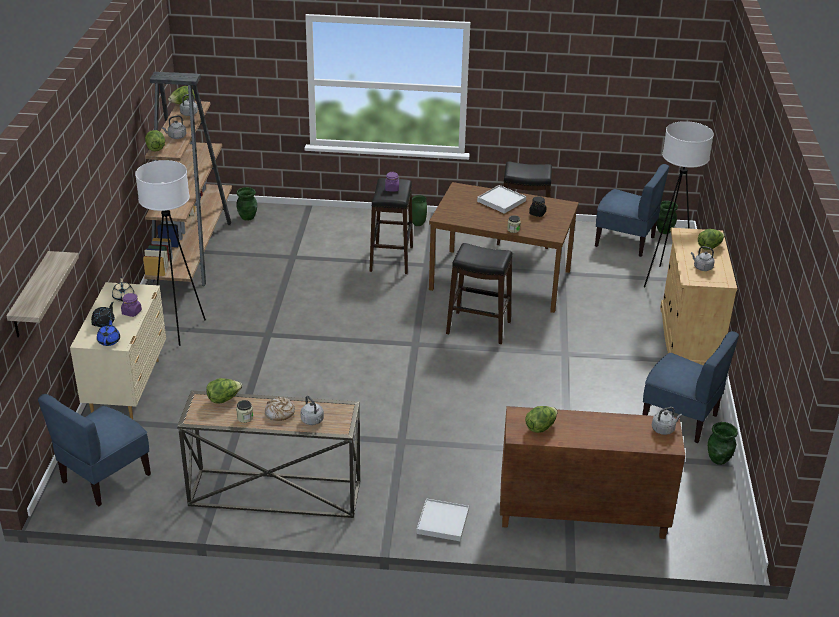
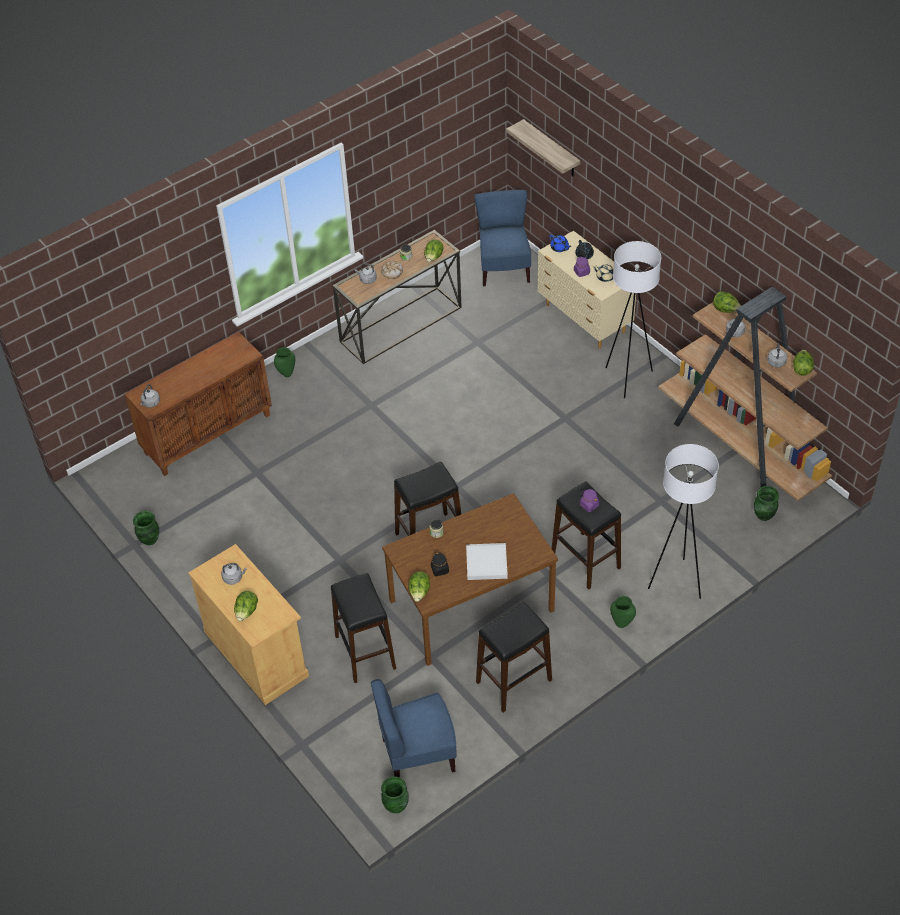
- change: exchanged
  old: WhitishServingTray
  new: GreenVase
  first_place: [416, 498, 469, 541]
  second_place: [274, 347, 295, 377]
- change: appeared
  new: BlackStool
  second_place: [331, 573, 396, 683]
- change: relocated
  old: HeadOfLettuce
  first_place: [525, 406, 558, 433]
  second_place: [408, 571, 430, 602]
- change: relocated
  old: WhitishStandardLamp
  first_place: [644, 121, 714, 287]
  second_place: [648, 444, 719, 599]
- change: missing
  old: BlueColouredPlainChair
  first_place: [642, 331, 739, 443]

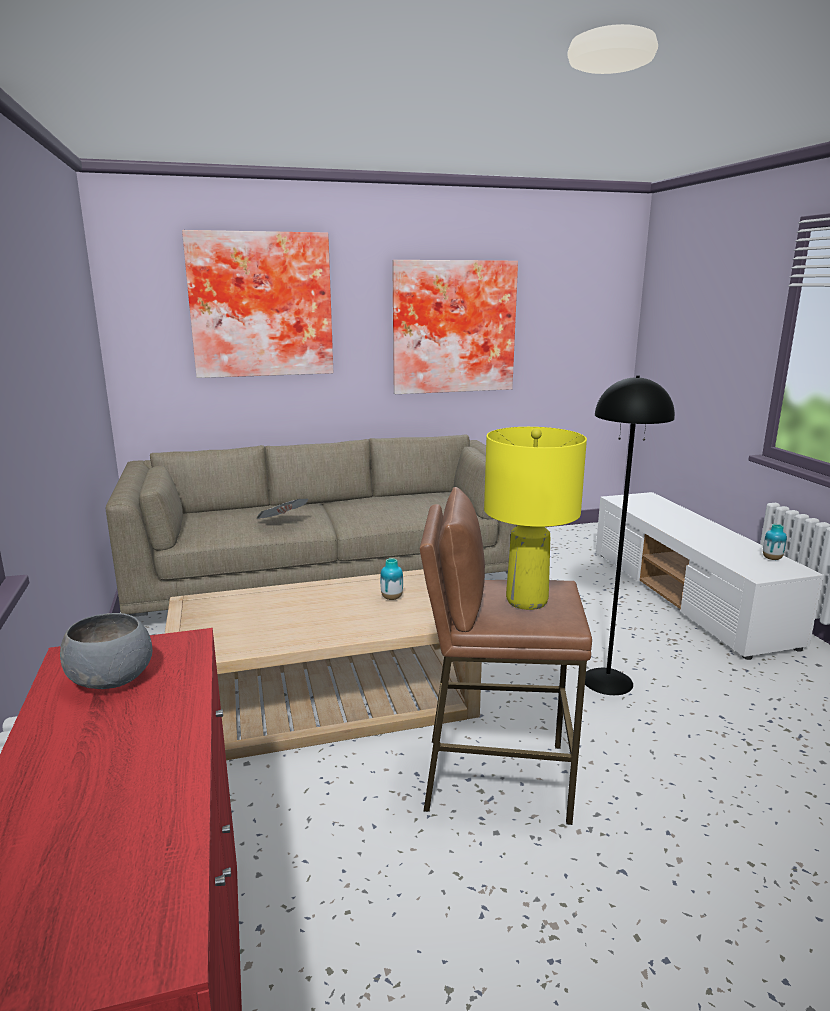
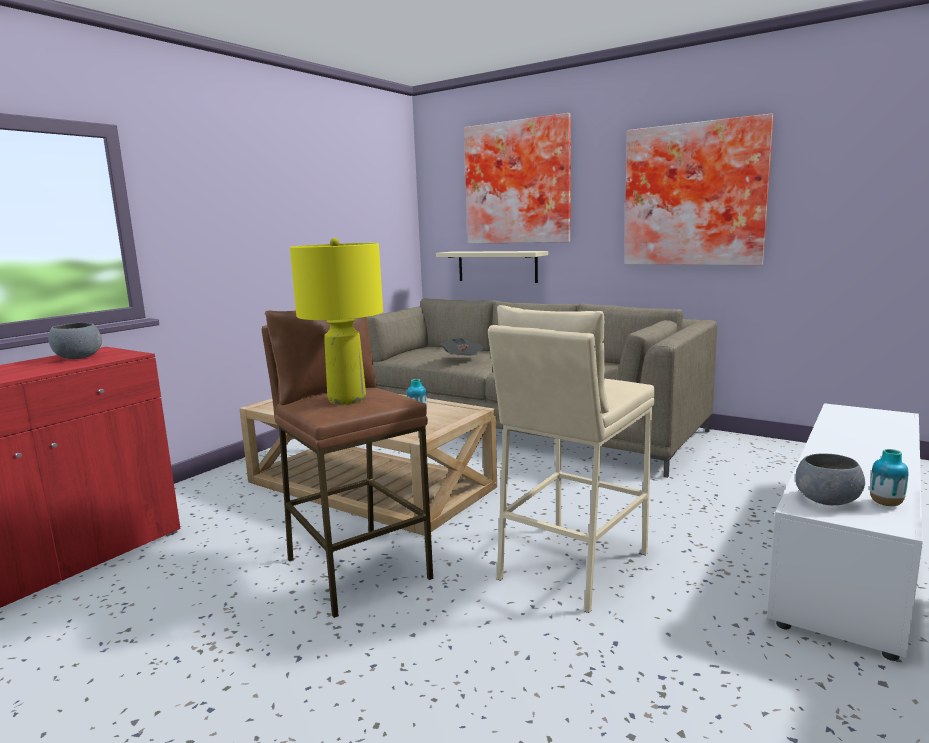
- change: appeared
  new: BeigeBracketShelf
  second_place: [436, 251, 548, 283]
- change: exchanged
  old: BlackStandardLamp
  new: BeigeStool
  first_place: [585, 375, 675, 695]
  second_place: [488, 305, 655, 613]
- change: appeared
  new: GreyishBowl
  second_place: [795, 453, 865, 505]

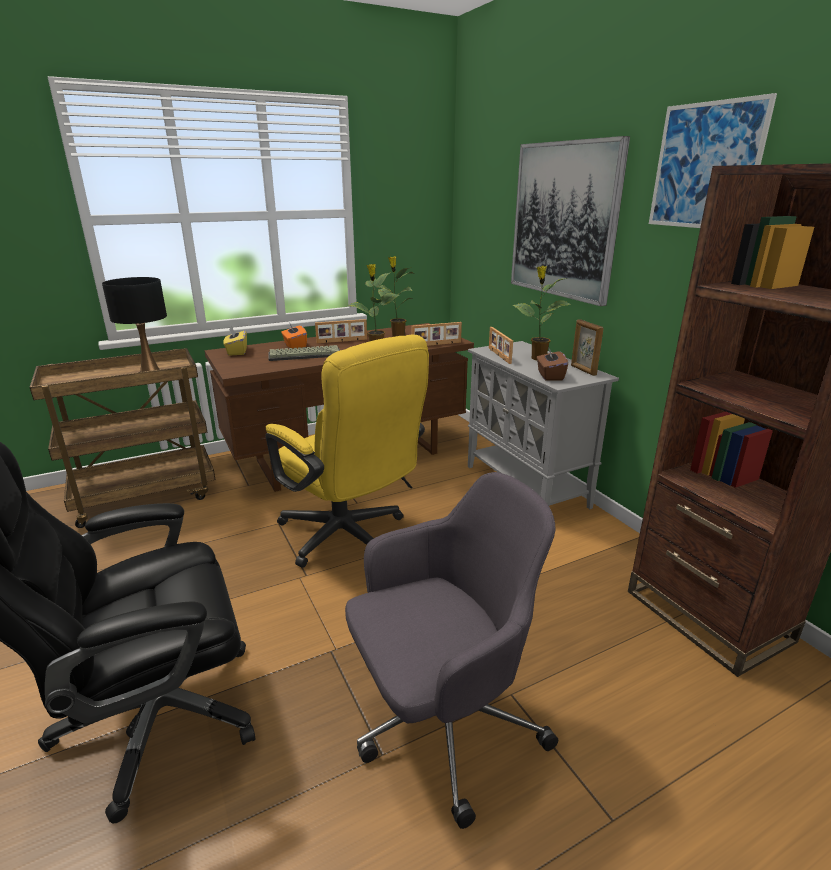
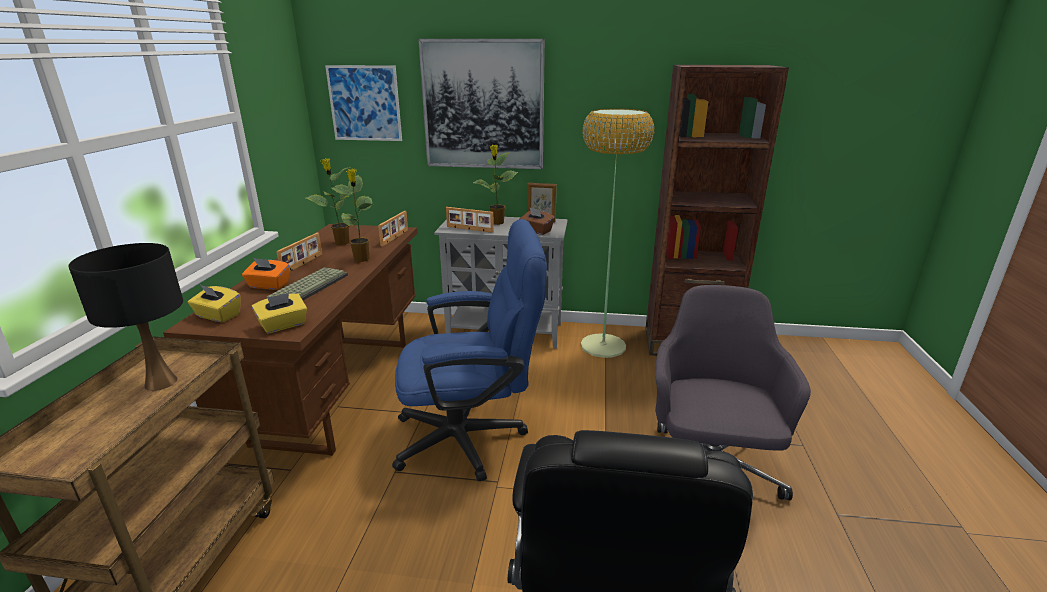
- change: appeared
  new: YellowBoxOfTissues
  second_place: [252, 293, 307, 333]
- change: relocated
  old: Picture
  first_place: [649, 93, 777, 228]
  second_place: [325, 65, 402, 141]
- change: colour
  old: YellowOfficeChair
  new: BlueColouredOfficeChair
  first_place: [266, 335, 429, 567]
  second_place: [392, 219, 547, 482]
- change: appeared
  new: StandardLamp
  second_place: [581, 108, 655, 358]

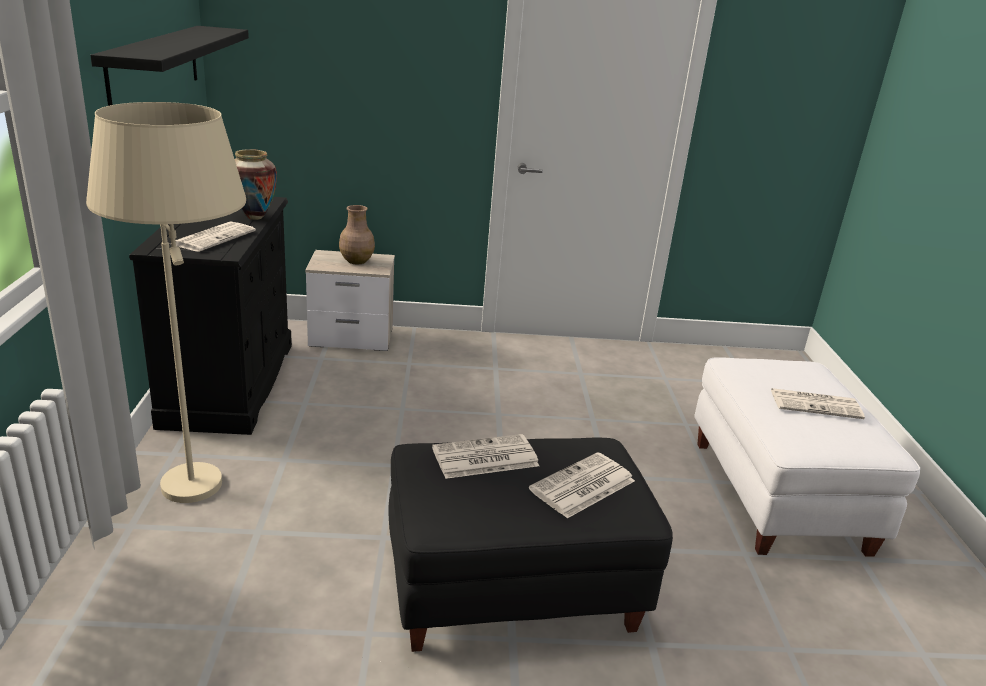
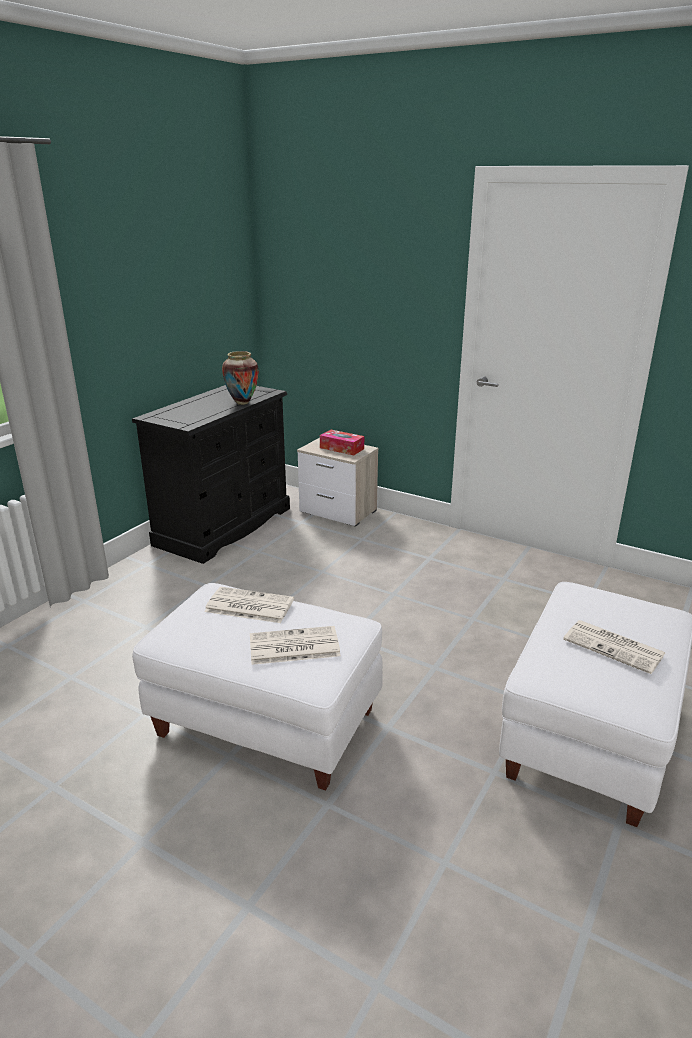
- change: colour
  old: BlackPouffe
  new: WhitishPouffe
  first_place: [388, 438, 673, 652]
  second_place: [132, 583, 383, 791]
- change: exchanged
  old: BrownColouredVase
  new: BoxOfTissues
  first_place: [339, 205, 375, 265]
  second_place: [320, 430, 364, 455]
- change: missing
  old: BeigeStandardLamp
  first_place: [86, 102, 246, 503]
- change: missing
  old: BlackBracketShelf
  first_place: [90, 26, 249, 106]
- change: missing
  old: PrintedPaper
  first_place: [176, 221, 256, 252]

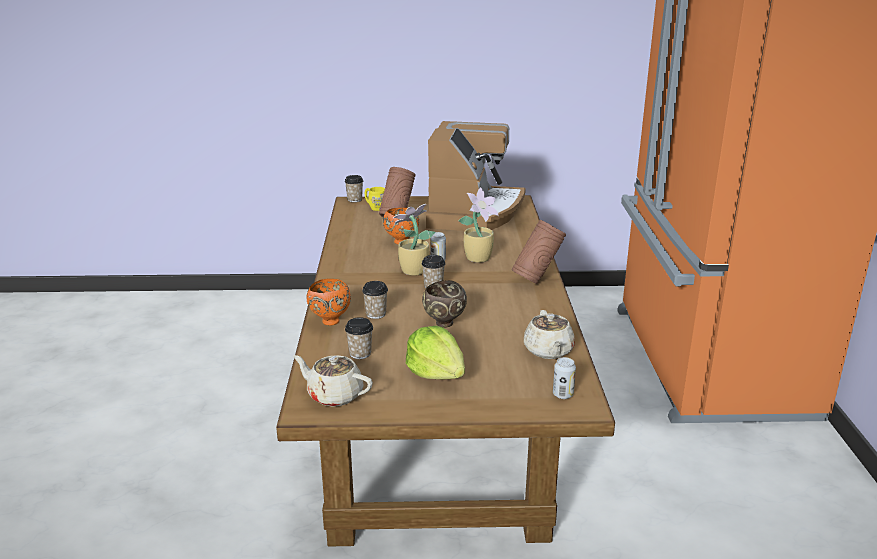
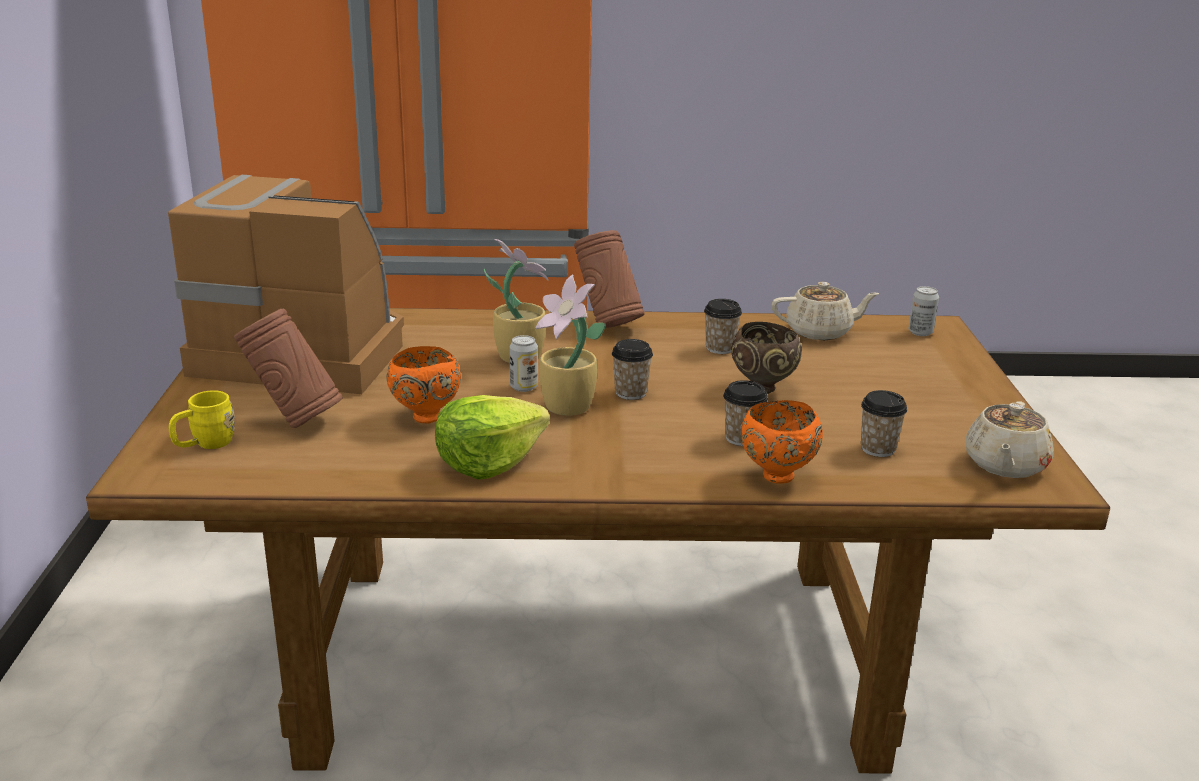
- change: relocated
  old: HeadOfLettuce
  first_place: [406, 326, 465, 379]
  second_place: [435, 395, 550, 480]
- change: relocated
  old: Cup
  first_place: [345, 175, 363, 202]
  second_place: [704, 299, 742, 354]

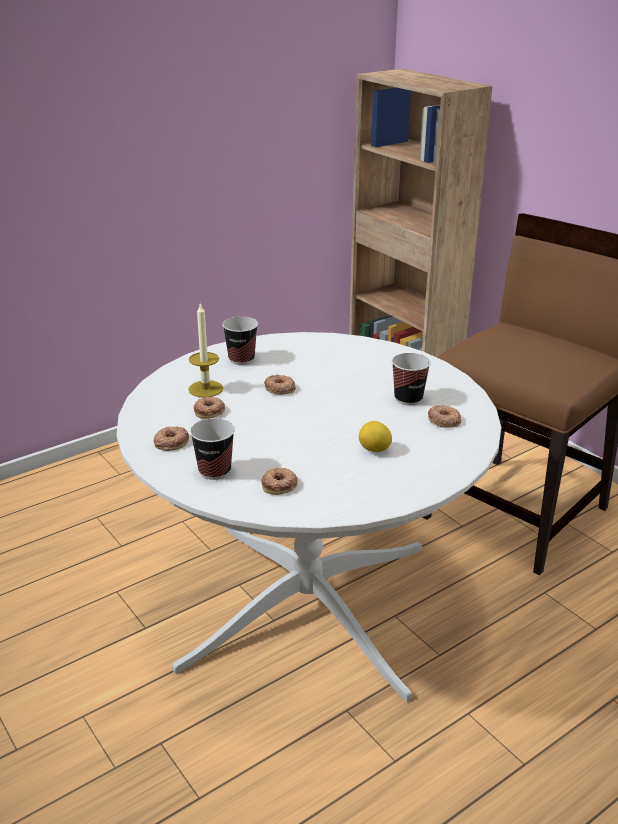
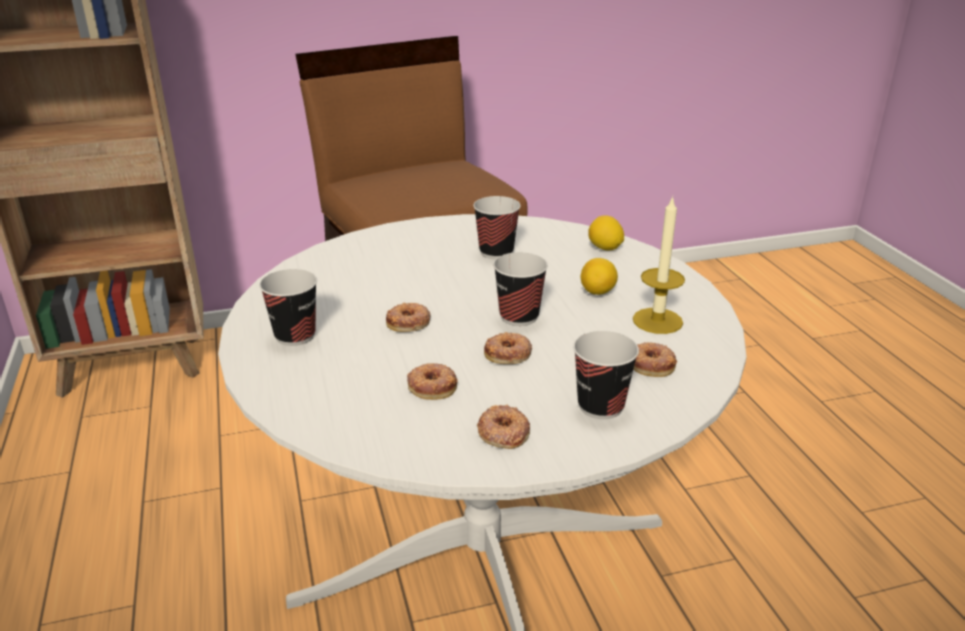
- change: relocated
  old: Doughnut
  first_place: [428, 405, 462, 428]
  second_place: [484, 332, 532, 364]
- change: appeared
  new: Cup
  second_place: [493, 252, 548, 326]
- change: appeared
  new: Lemon
  second_place: [588, 215, 624, 251]
- change: relocated
  old: WaxCandle
  first_place: [188, 302, 223, 398]
  second_place: [633, 196, 685, 334]

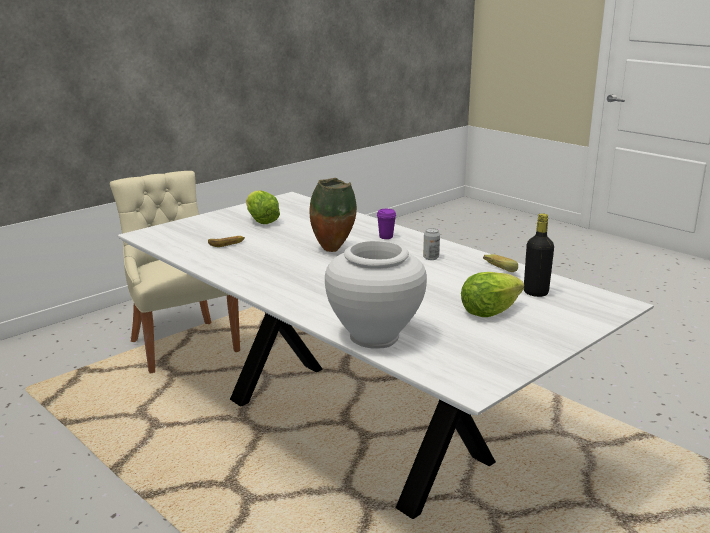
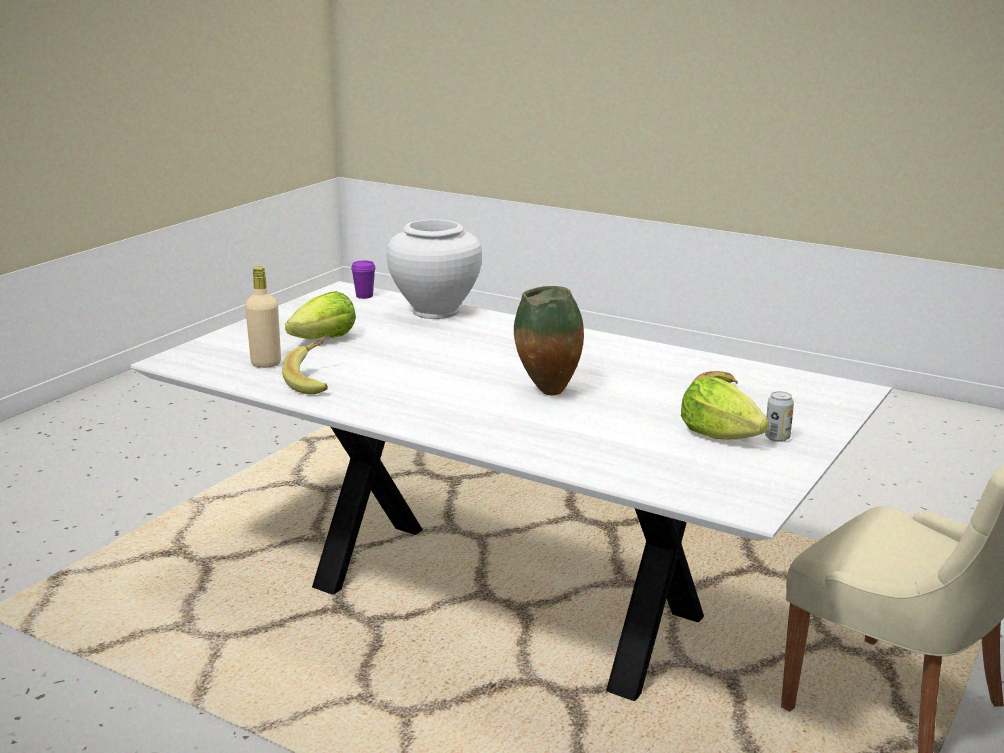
- change: colour
  old: BlackBottle
  new: BeigeBottle
  first_place: [524, 213, 554, 297]
  second_place: [245, 266, 281, 368]
- change: relocated
  old: PurpleColouredCup
  first_place: [377, 209, 396, 239]
  second_place: [351, 260, 376, 299]
- change: relocated
  old: Can
  first_place: [423, 228, 440, 260]
  second_place: [765, 391, 794, 442]

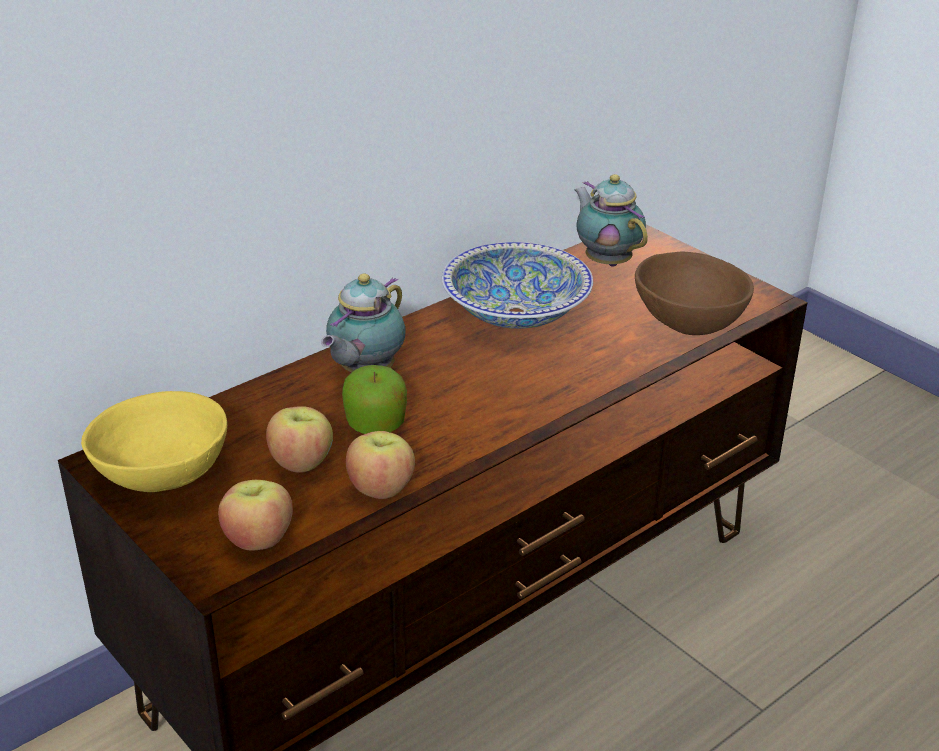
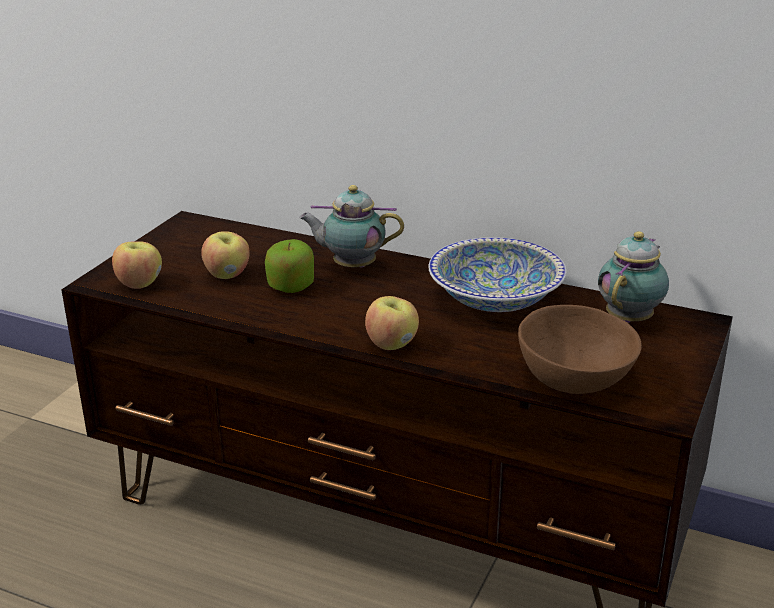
- change: relocated
  old: Apple
  first_place: [346, 431, 415, 499]
  second_place: [365, 296, 419, 350]
- change: missing
  old: YellowBowl
  first_place: [81, 391, 227, 492]

